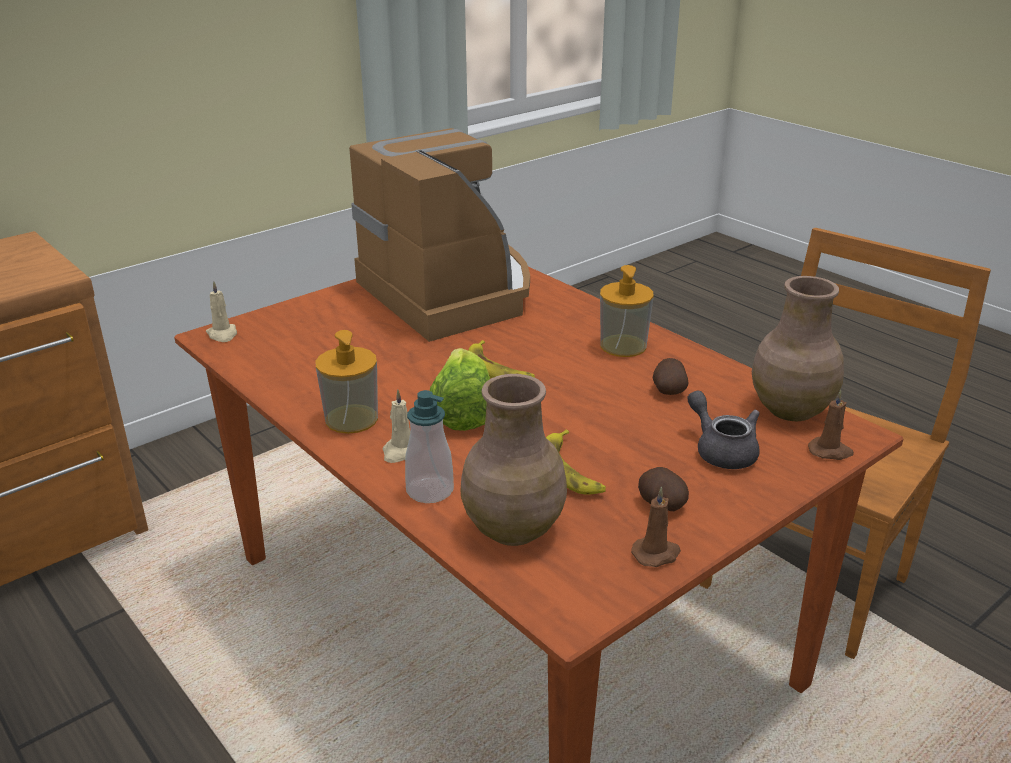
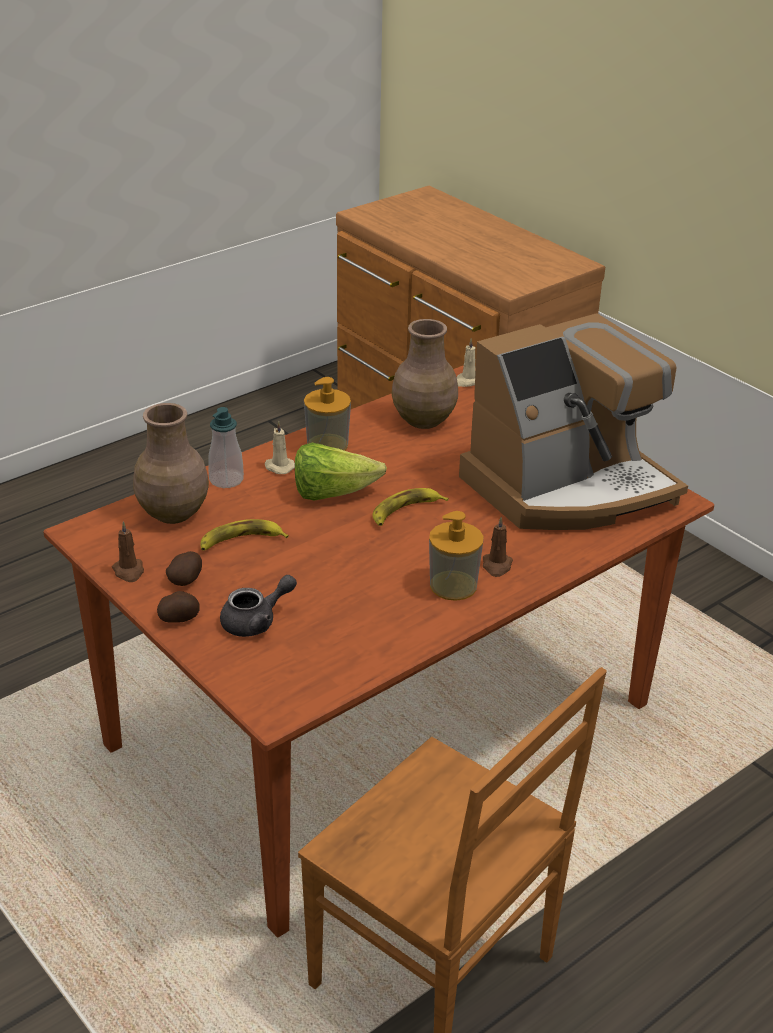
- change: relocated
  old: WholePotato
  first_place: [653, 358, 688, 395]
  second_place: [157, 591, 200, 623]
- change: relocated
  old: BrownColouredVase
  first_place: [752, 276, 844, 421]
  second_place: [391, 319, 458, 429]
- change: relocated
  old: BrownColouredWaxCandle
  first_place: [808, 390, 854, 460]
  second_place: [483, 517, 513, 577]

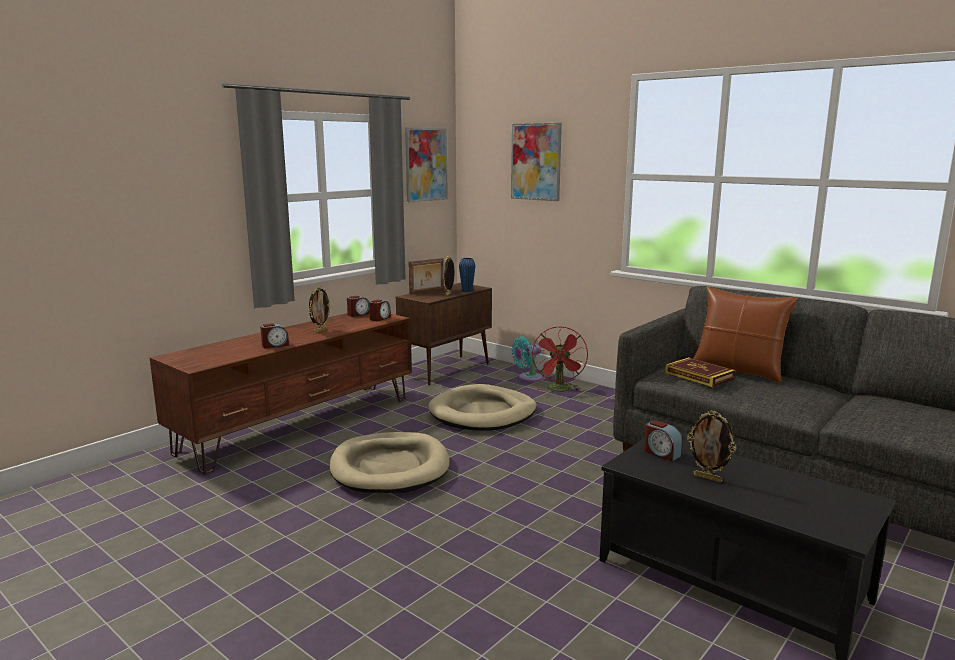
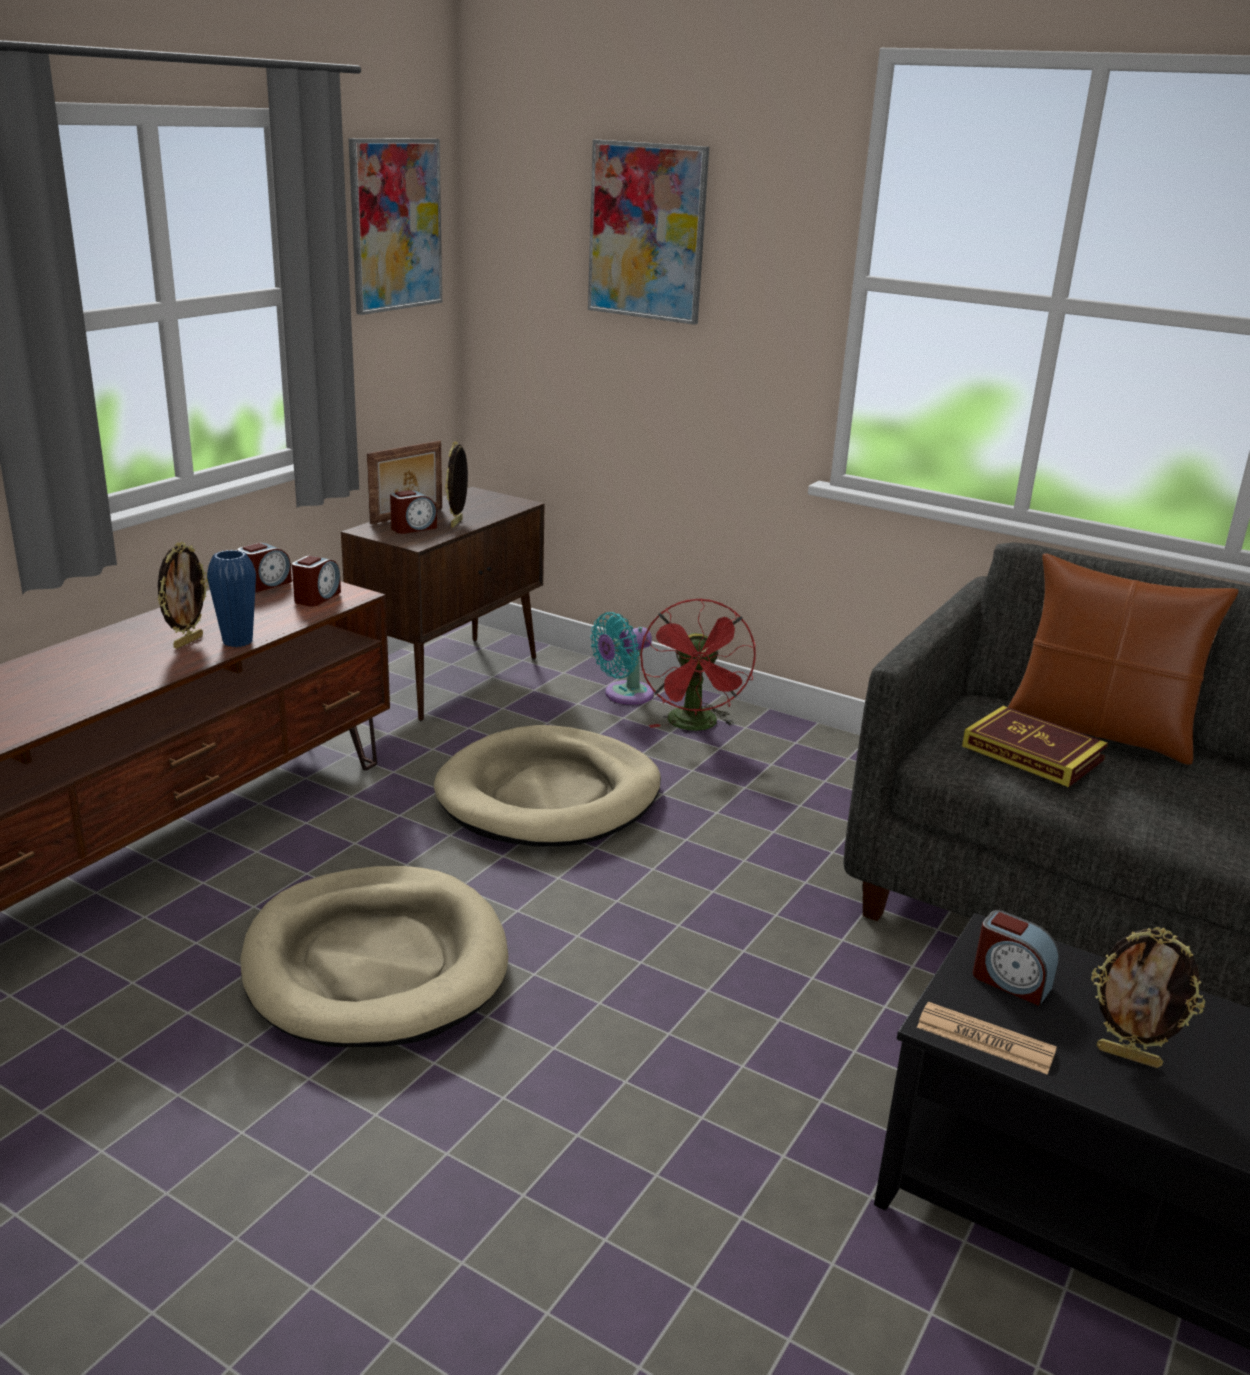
- change: relocated
  old: BlueColouredVase
  first_place: [459, 258, 475, 292]
  second_place: [207, 550, 256, 647]
- change: relocated
  old: TableClock
  first_place: [260, 323, 289, 348]
  second_place: [390, 490, 437, 534]
- change: appeared
  new: PrintedPaper
  second_place: [917, 1002, 1057, 1075]

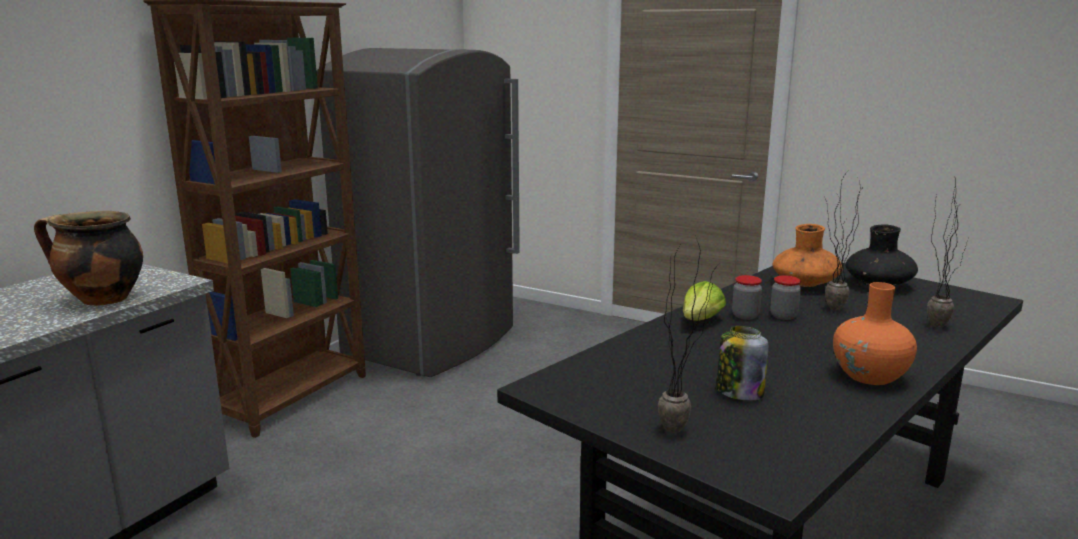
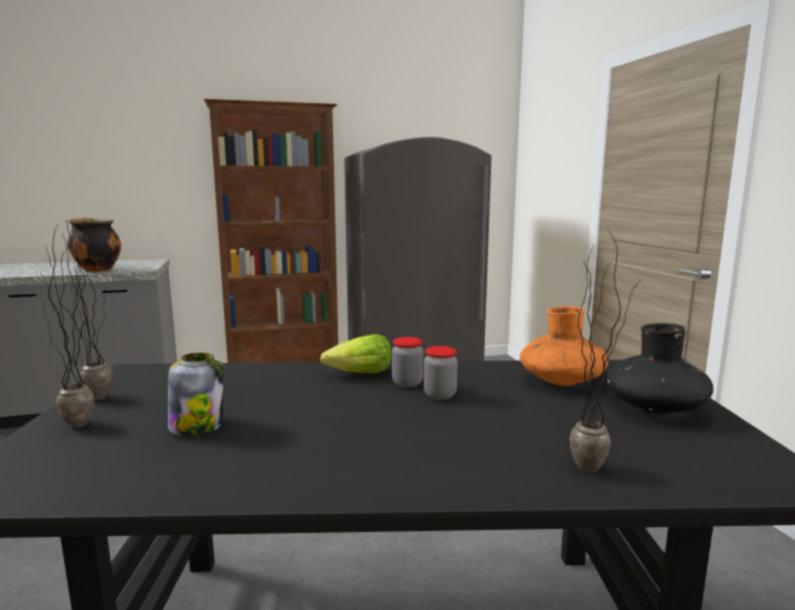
- change: relocated
  old: PlantInAPot
  first_place: [824, 175, 862, 311]
  second_place: [46, 219, 113, 400]
- change: missing
  old: OrangeVase
  first_place: [833, 282, 917, 385]

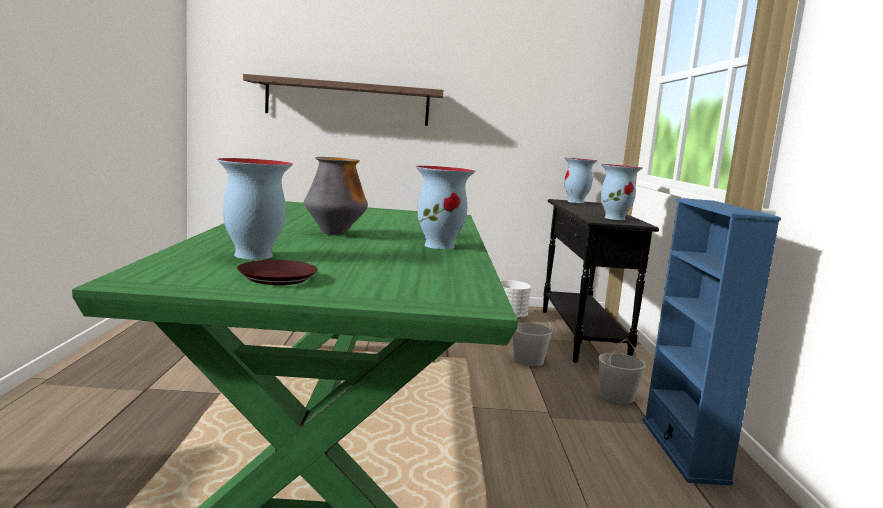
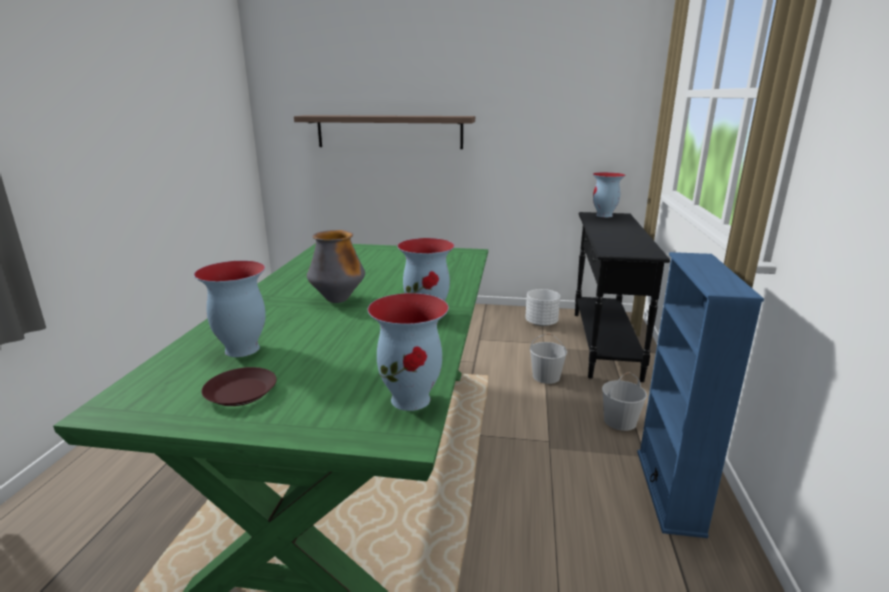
- change: relocated
  old: Vase
  first_place: [601, 164, 642, 220]
  second_place: [368, 293, 449, 411]

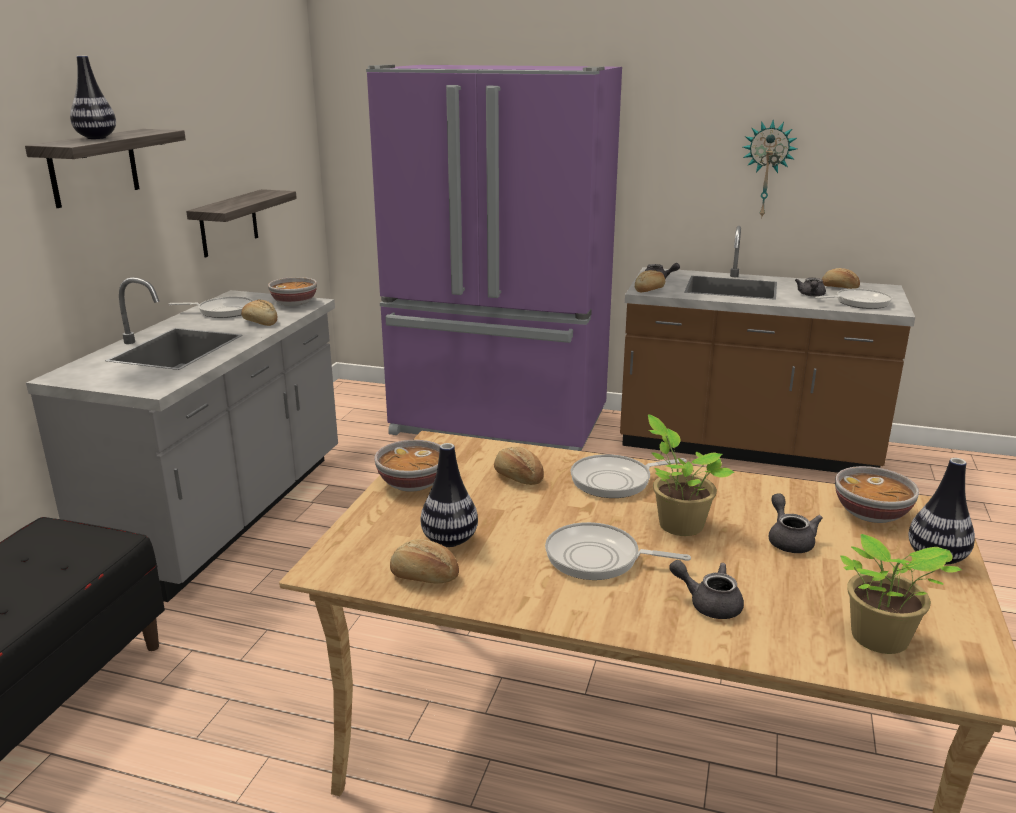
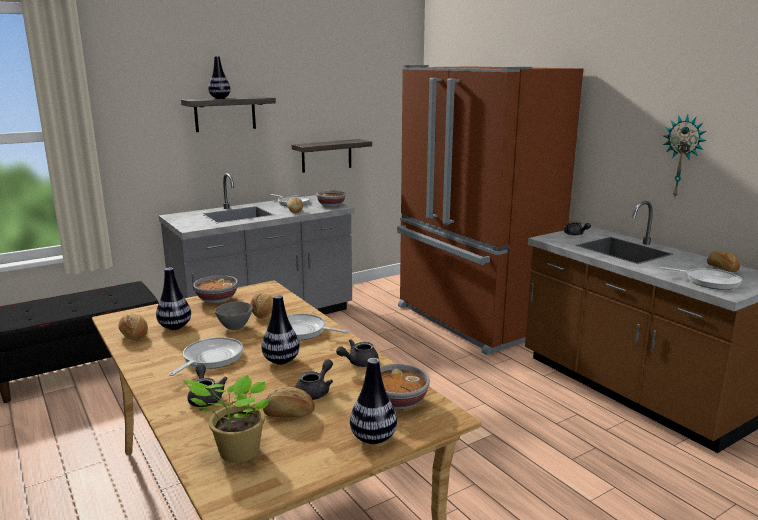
- change: spun
  old: Skillet
  first_place: [545, 522, 691, 580]
  second_place: [169, 337, 243, 376]
  degrees: 60
- change: appeared
  new: GreyishBowl
  second_place: [215, 302, 253, 330]
- change: exchanged
  old: PlantInAPot
  new: Vase
  first_place: [648, 414, 734, 536]
  second_place: [262, 295, 300, 365]
- change: relocated
  old: BakedBread
  first_place: [635, 270, 665, 292]
  second_place: [263, 387, 315, 417]
- change: relocated
  old: GreyishTeapot
  first_place: [795, 278, 826, 297]
  second_place: [336, 339, 379, 367]
- change: colour
  old: PurpleColouredKitchenFridge
  new: BrownColouredKitchenFridge
  first_place: [366, 64, 622, 451]
  second_place: [397, 65, 583, 355]

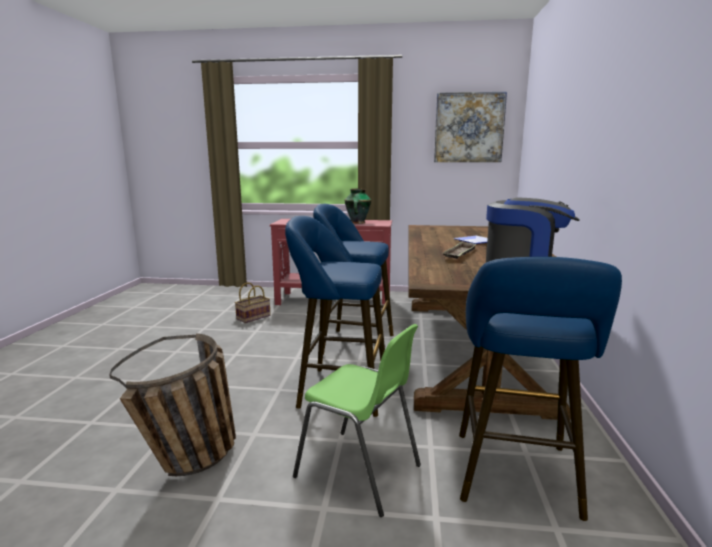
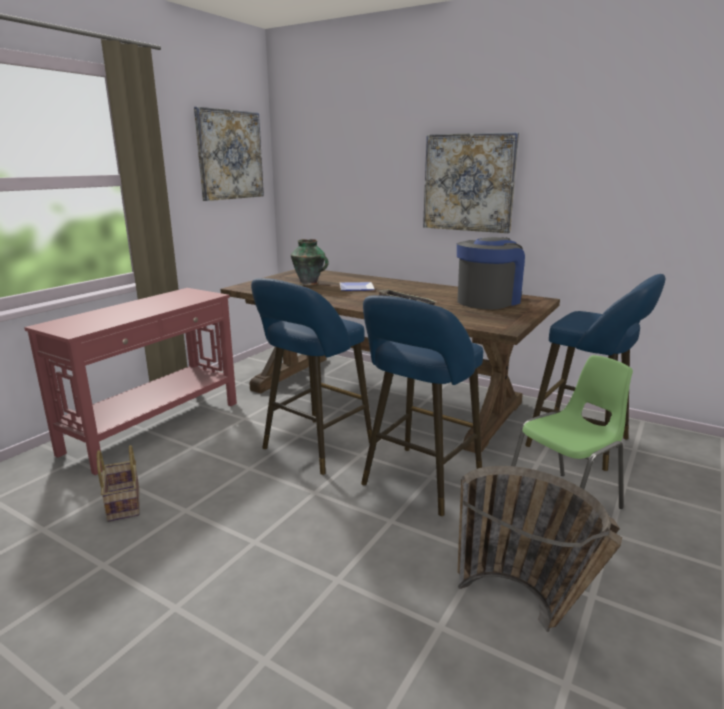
- change: relocated
  old: Vase
  first_place: [344, 189, 371, 224]
  second_place: [291, 239, 329, 285]
- change: appeared
  new: Picture
  second_place: [423, 132, 519, 233]

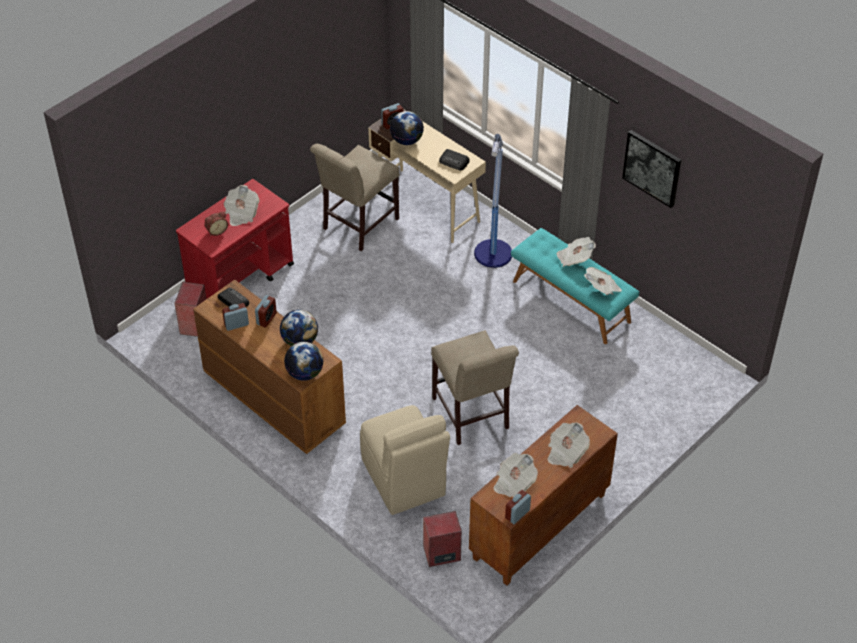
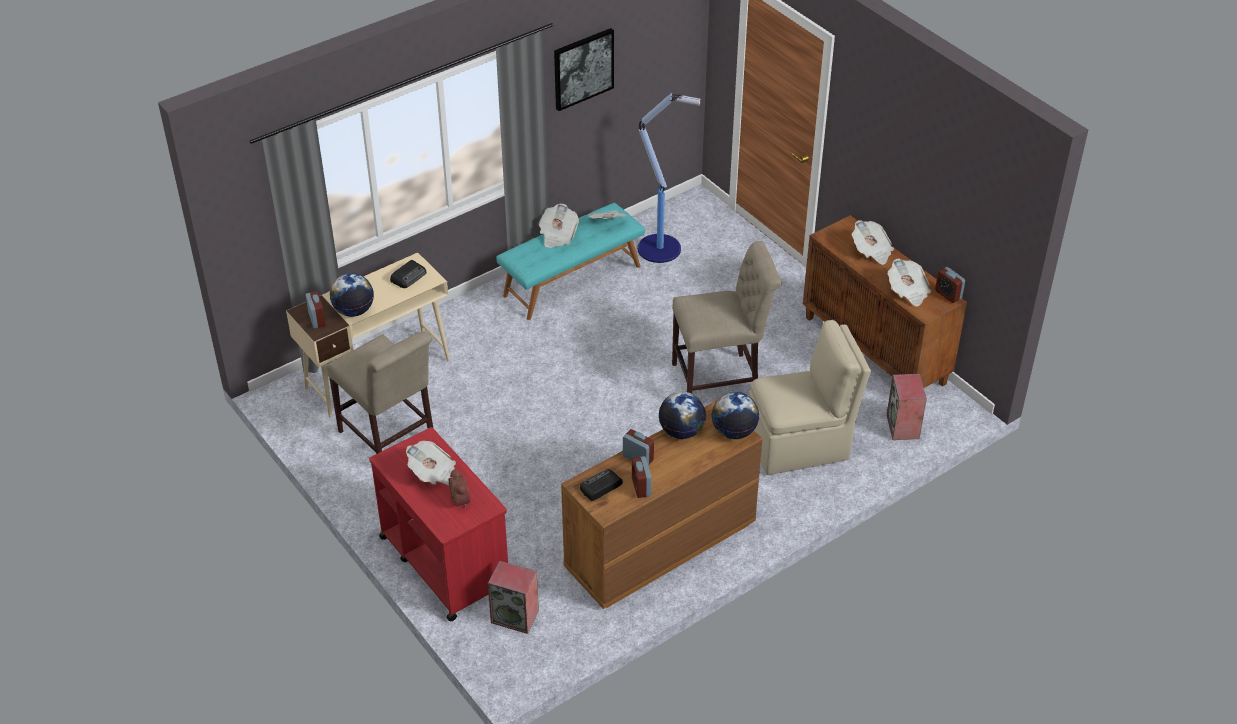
- change: relocated
  old: StandardLamp
  first_place: [474, 134, 512, 268]
  second_place: [637, 93, 701, 263]

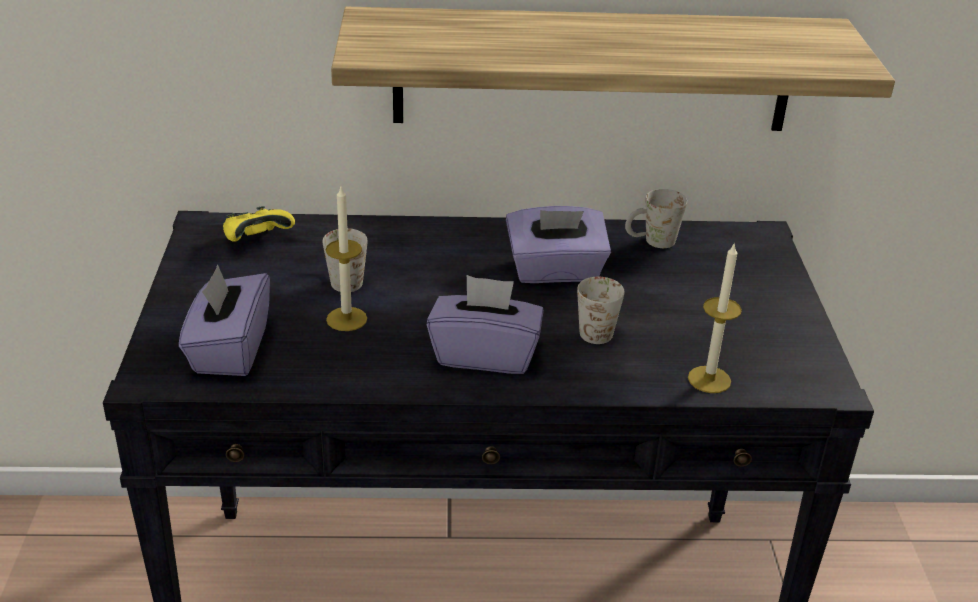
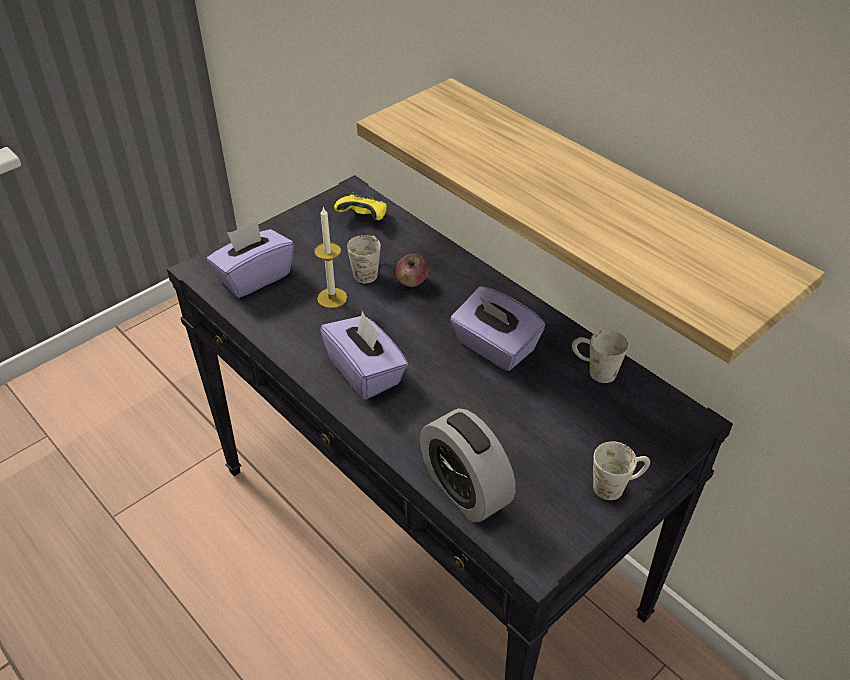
- change: appeared
  new: Apple
  second_place: [396, 254, 429, 287]
- change: exchanged
  old: WaxCandle
  new: TableClock
  first_place: [688, 242, 742, 393]
  second_place: [420, 408, 516, 523]
- change: relocated
  old: WhitishCoffeeMug
  first_place: [577, 277, 624, 344]
  second_place: [593, 441, 650, 500]

